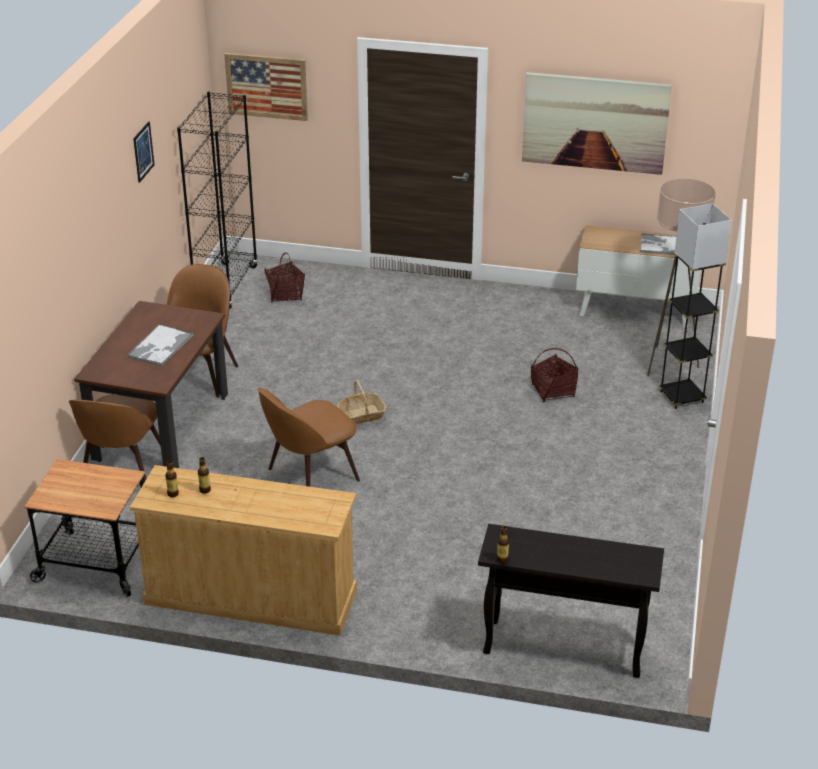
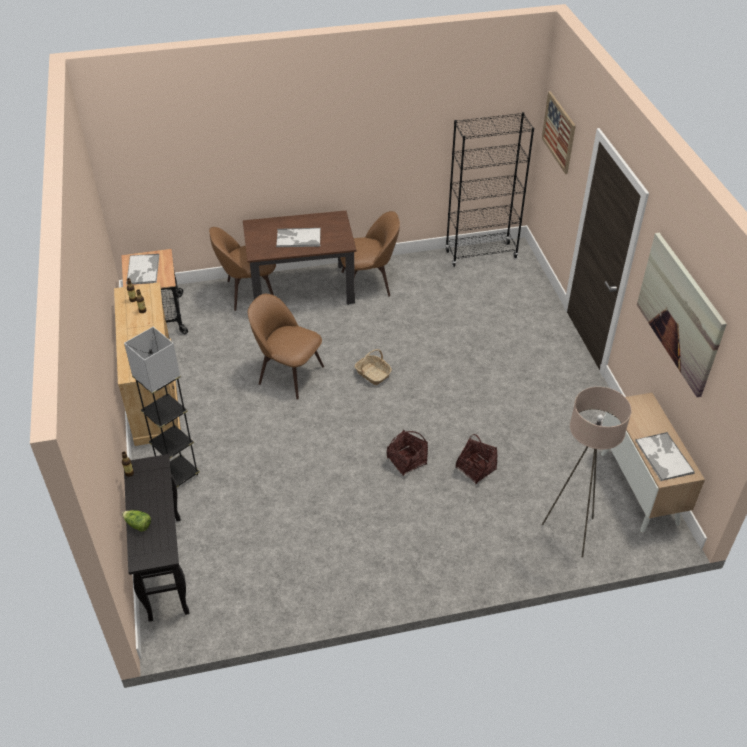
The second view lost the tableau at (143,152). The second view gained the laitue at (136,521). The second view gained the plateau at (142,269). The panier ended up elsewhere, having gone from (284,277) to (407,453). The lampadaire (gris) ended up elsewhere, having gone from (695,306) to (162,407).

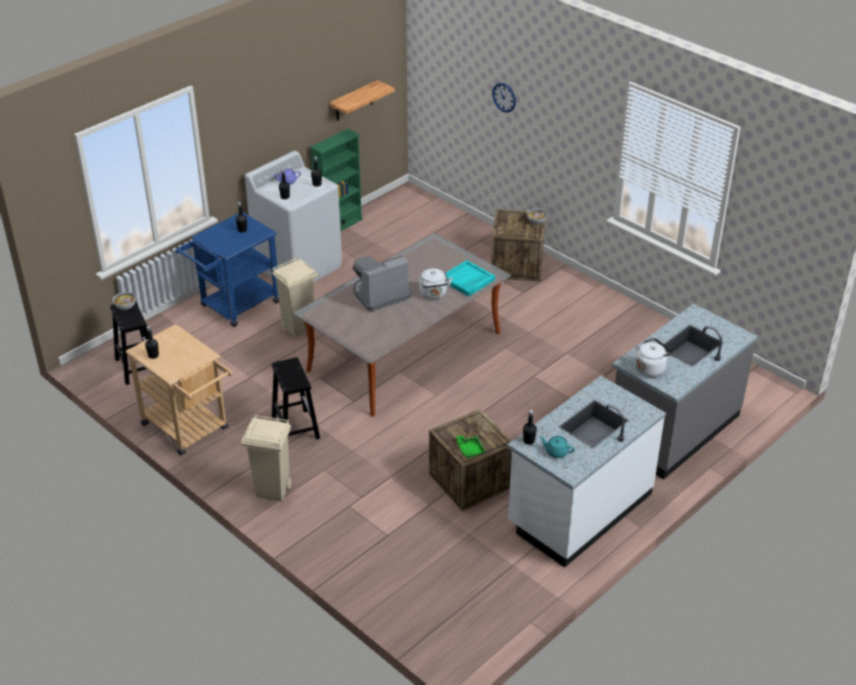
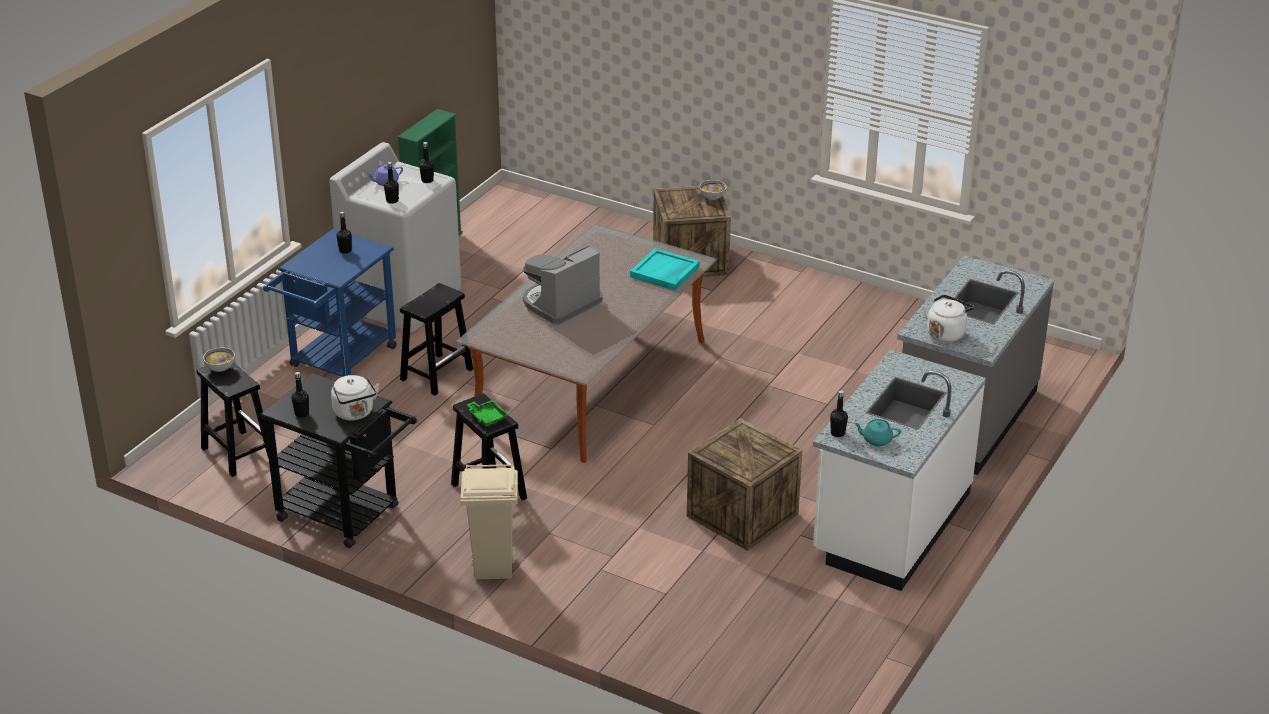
The second view lost the étagère at (362,100). The second view lost the horloge murale at (504,98). The bouilloire (blanc) ended up elsewhere, having gone from (436,283) to (355,398). The plateau (vert) ended up elsewhere, having gone from (471,446) to (488,413). Where the poubelle (beige) stood at (295,297), the tabouret (noir) came to stand at (436,339). What was the chariot (beige) at (179,389) turned into the chariot (noir) at (338,460).

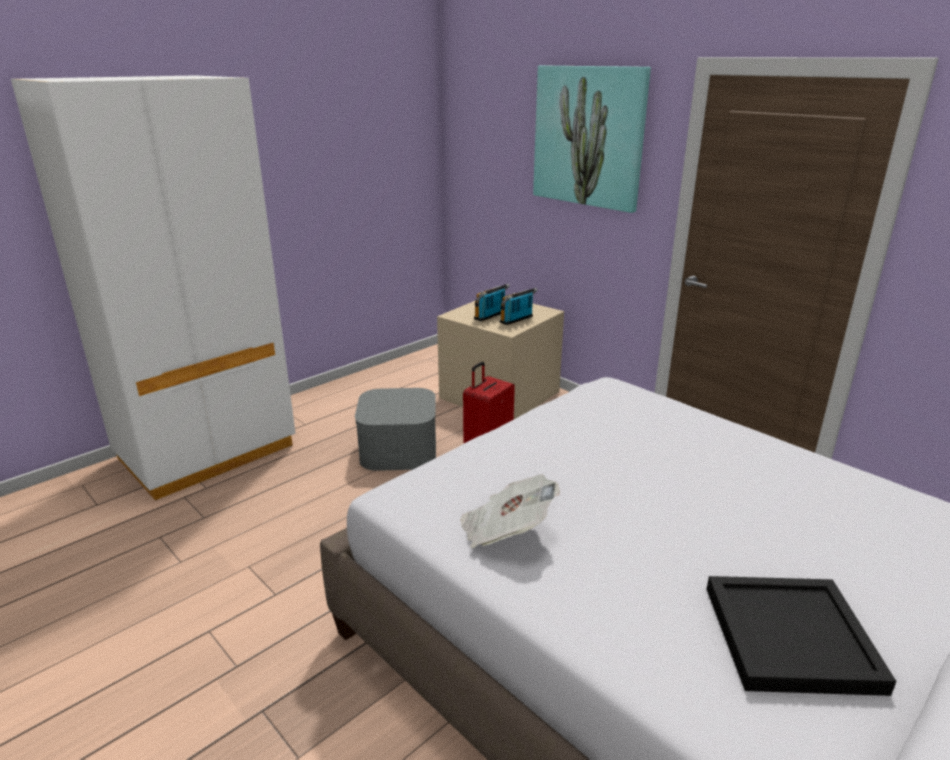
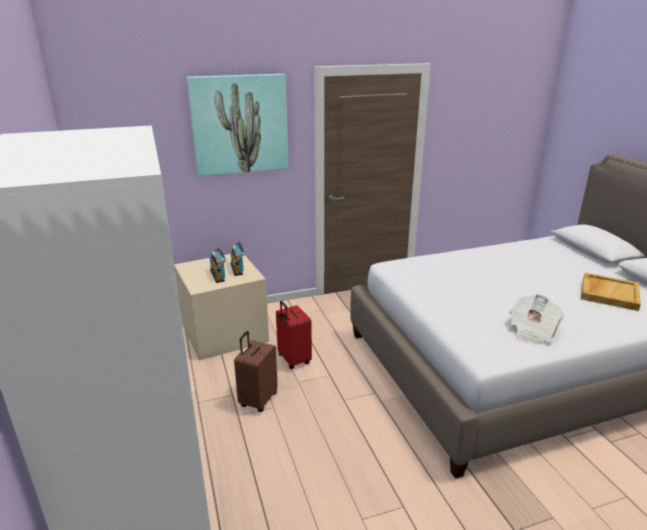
Where the boîte de rangement (gris) stood at (395,429), the valise (marron) came to stand at (256,371). What was the plateau (noir) at (801,636) turned into the plateau (beige) at (611,292).

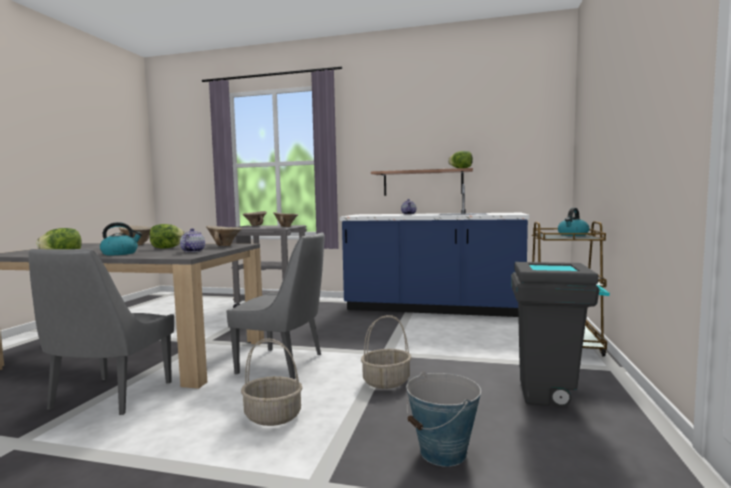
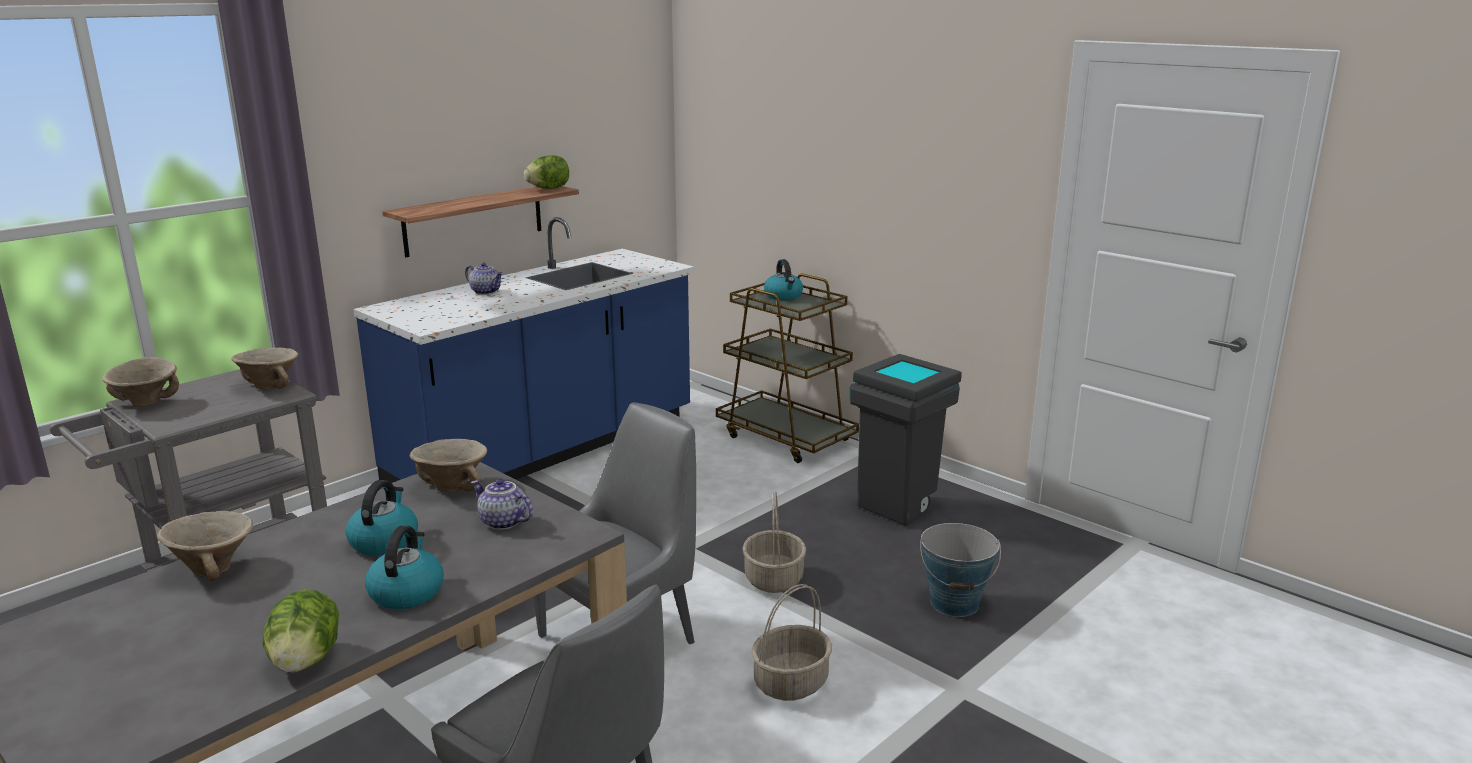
Where the laitue stood at (167,236), the bouilloire came to stand at (381,518).

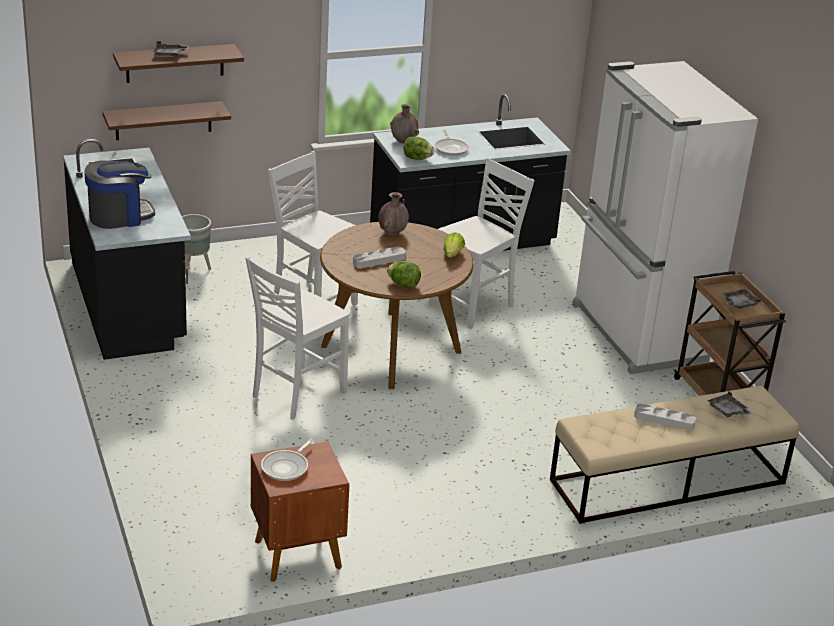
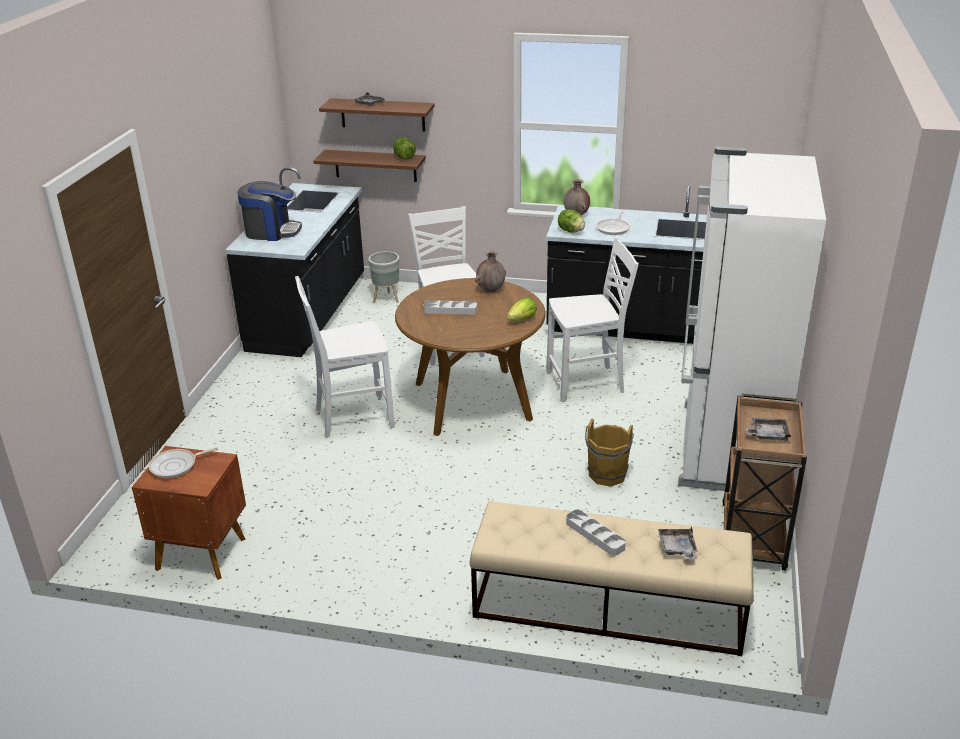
The second view gained the seau (marron) at (609,452). The laitue ended up elsewhere, having gone from (404,274) to (404,148).

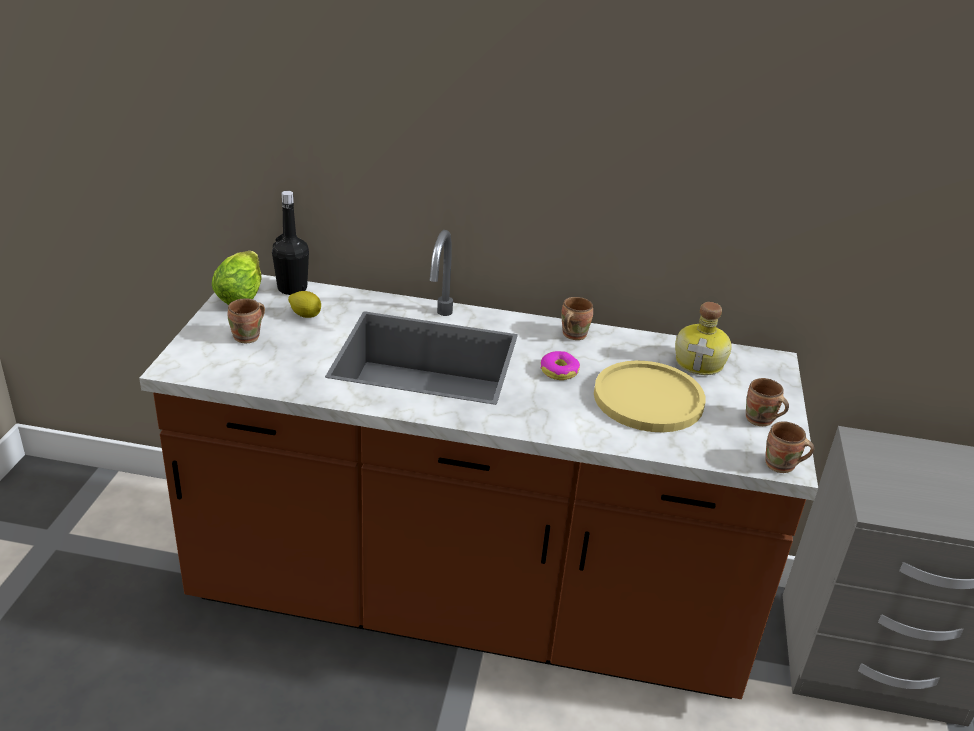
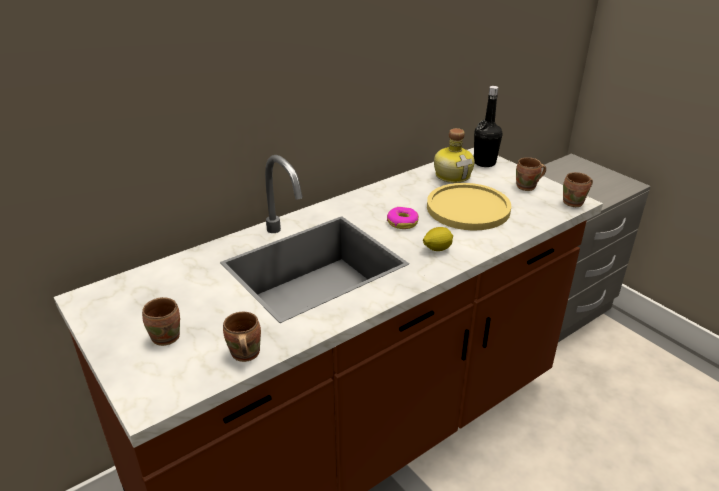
The second view lost the laitue at (237,278). The bouteille (noir) ended up elsewhere, having gone from (290,243) to (488,126). The citron ended up elsewhere, having gone from (304,304) to (438,239). The mug (marron) ended up elsewhere, having gone from (577,318) to (242,337).

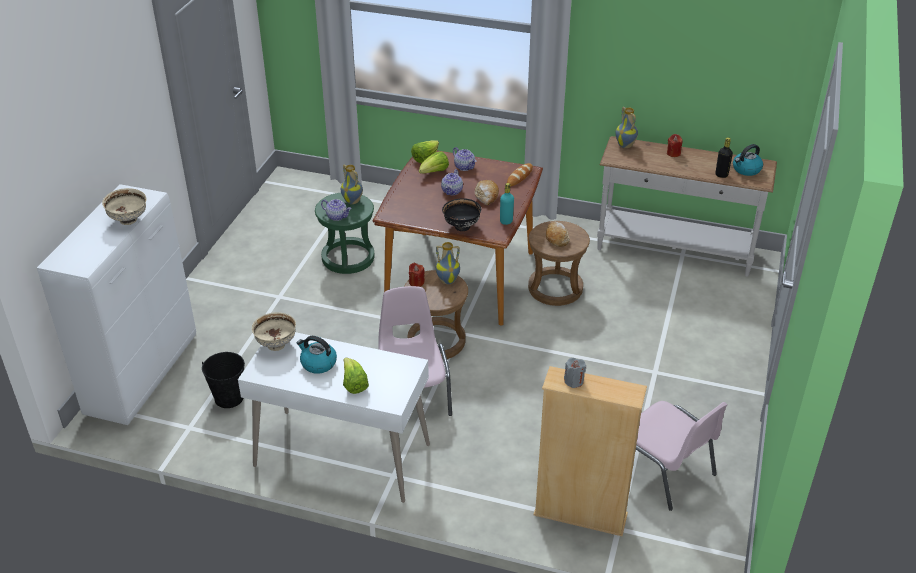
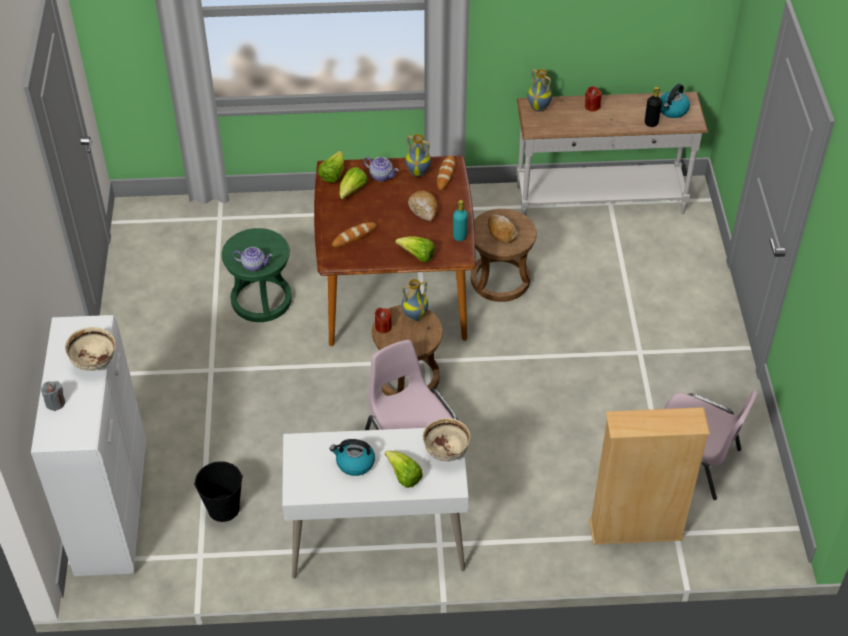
The second view lost the théière at (452,182). The second view gained the pain at (354,234). The bol (beige) ended up elsewhere, having gone from (274,331) to (446,439). The vase ended up elsewhere, having gone from (352,184) to (418,155). The bougie (gris) ended up elsewhere, having gone from (575,373) to (53,396). Where the bol (noir) stood at (461,214), the laitue came to stand at (415,249).

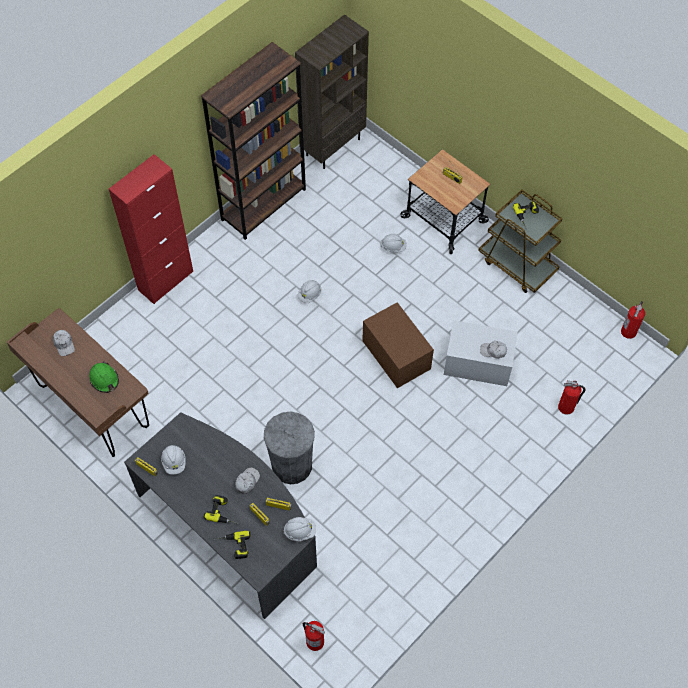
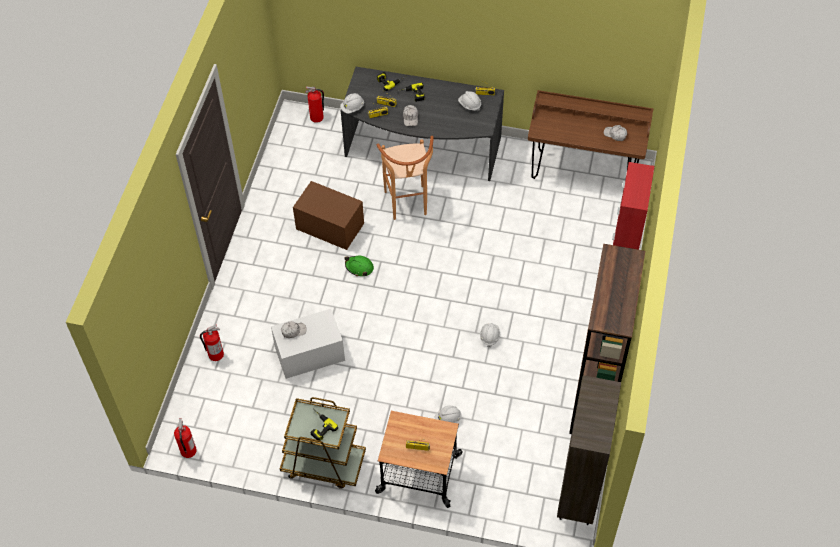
The casque de chantier (vert) ended up elsewhere, having gone from (104,377) to (359,266). The boîte de rangement (marron) ended up elsewhere, having gone from (398,345) to (328,215). Where the poubelle (gris) stood at (289,447), the tabouret (marron) came to stand at (405,178).

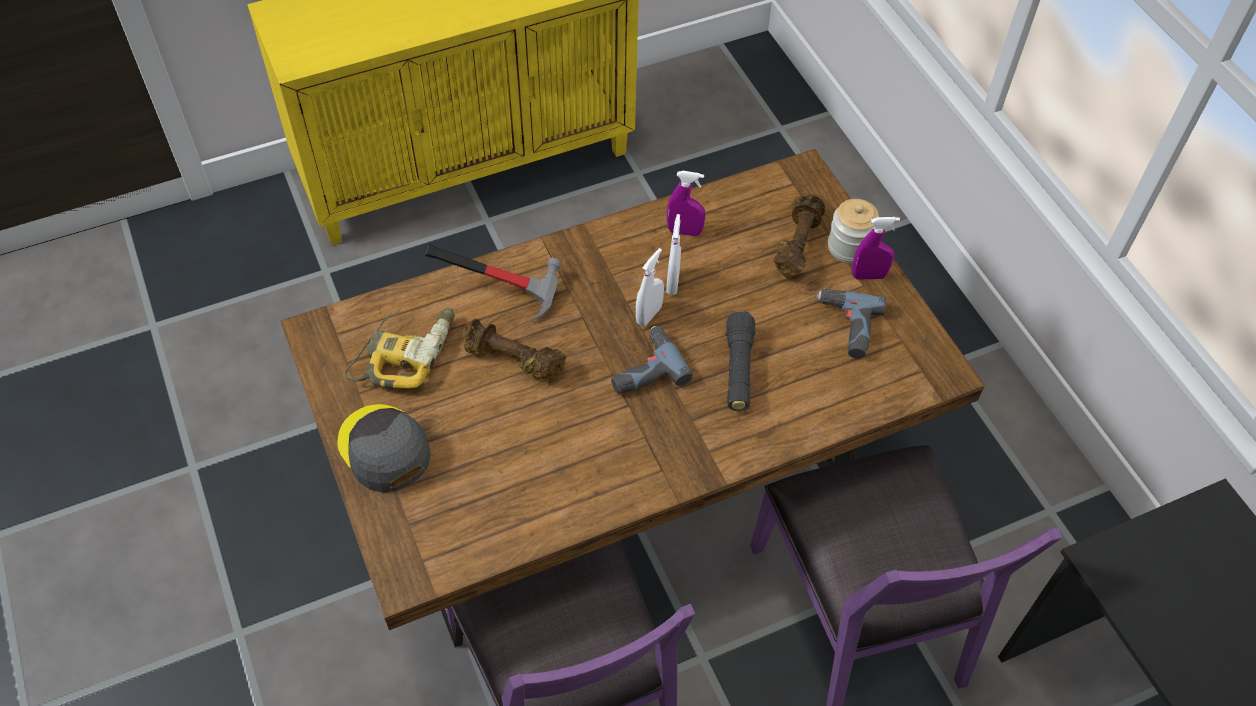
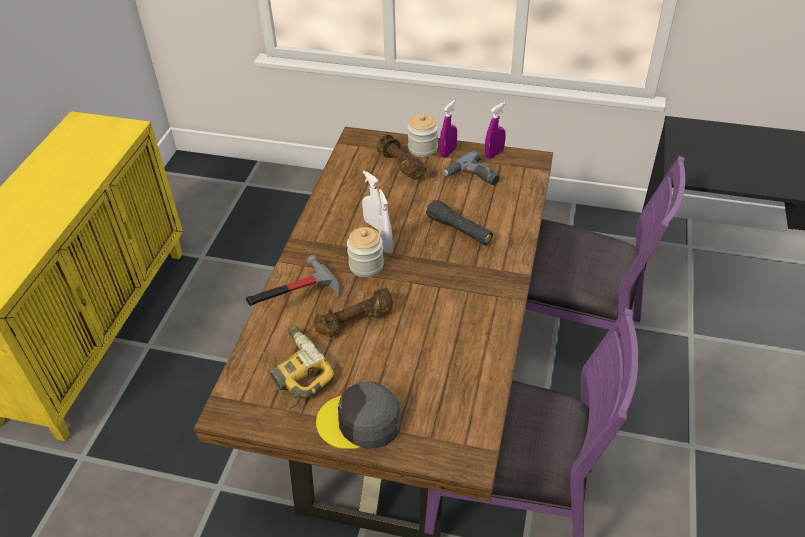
The second view lost the perceuse at (652,360). The second view gained the bocal at (365,252). The vaporisateur (violet) ended up elsewhere, having gone from (686,203) to (495,130).

